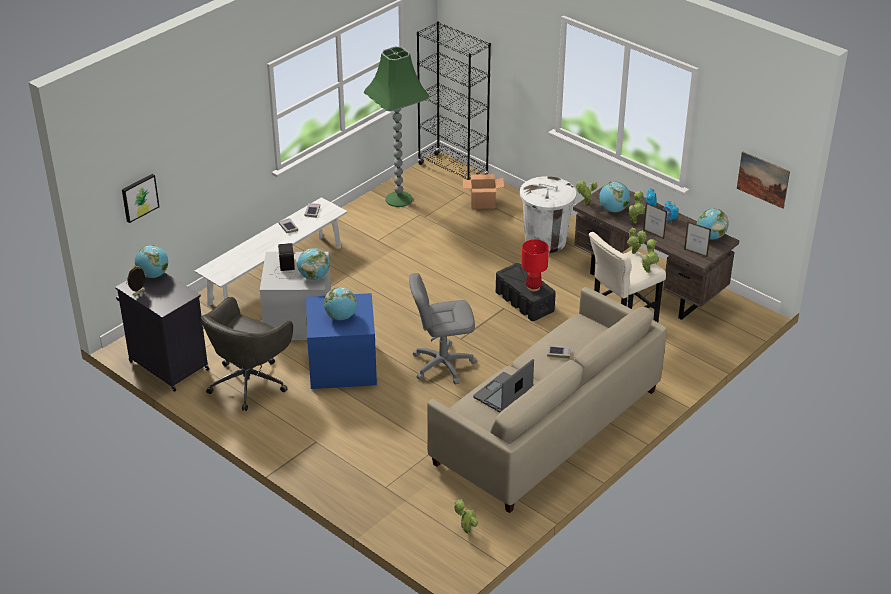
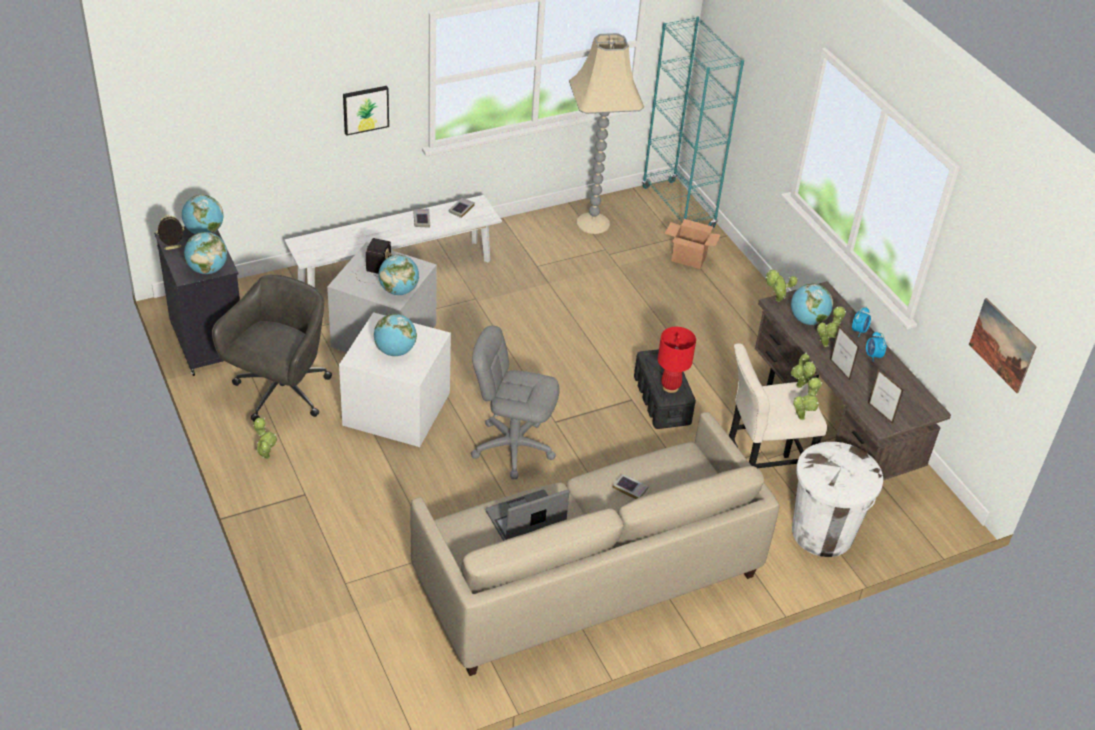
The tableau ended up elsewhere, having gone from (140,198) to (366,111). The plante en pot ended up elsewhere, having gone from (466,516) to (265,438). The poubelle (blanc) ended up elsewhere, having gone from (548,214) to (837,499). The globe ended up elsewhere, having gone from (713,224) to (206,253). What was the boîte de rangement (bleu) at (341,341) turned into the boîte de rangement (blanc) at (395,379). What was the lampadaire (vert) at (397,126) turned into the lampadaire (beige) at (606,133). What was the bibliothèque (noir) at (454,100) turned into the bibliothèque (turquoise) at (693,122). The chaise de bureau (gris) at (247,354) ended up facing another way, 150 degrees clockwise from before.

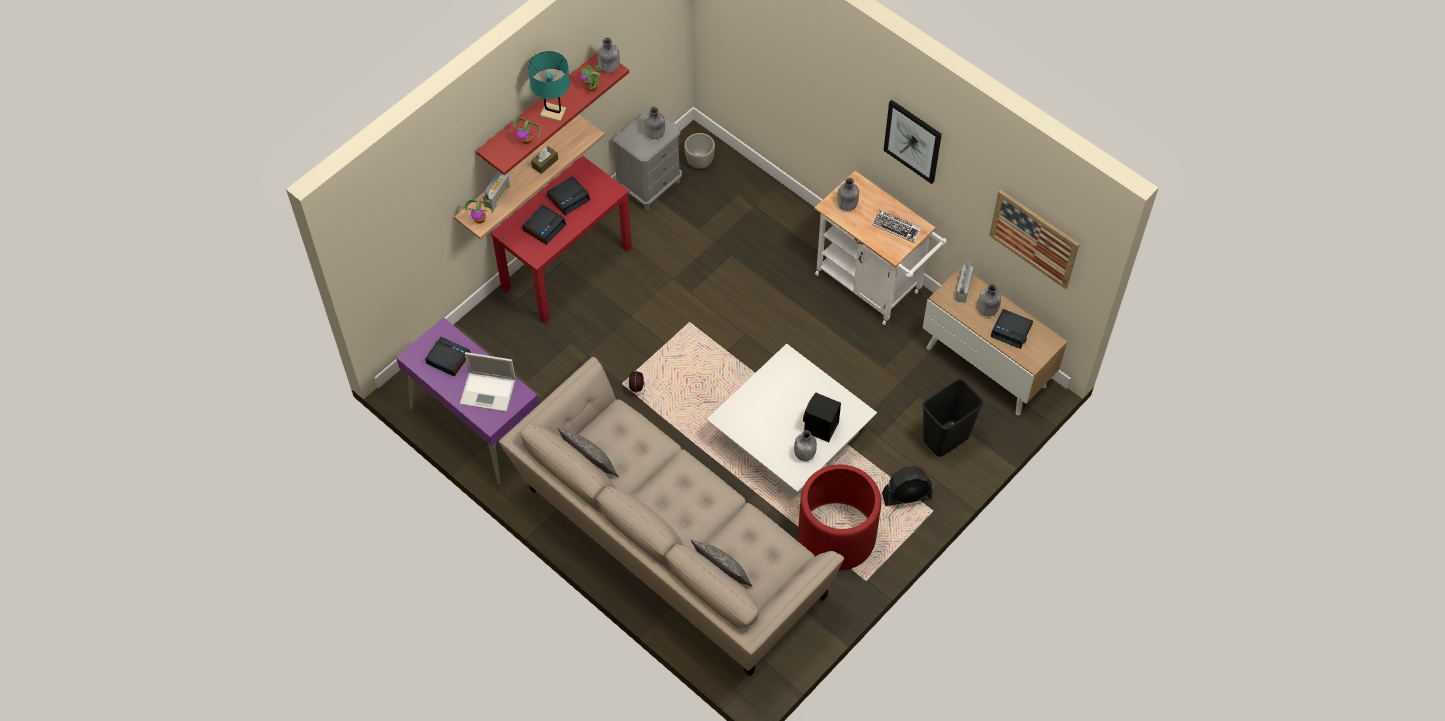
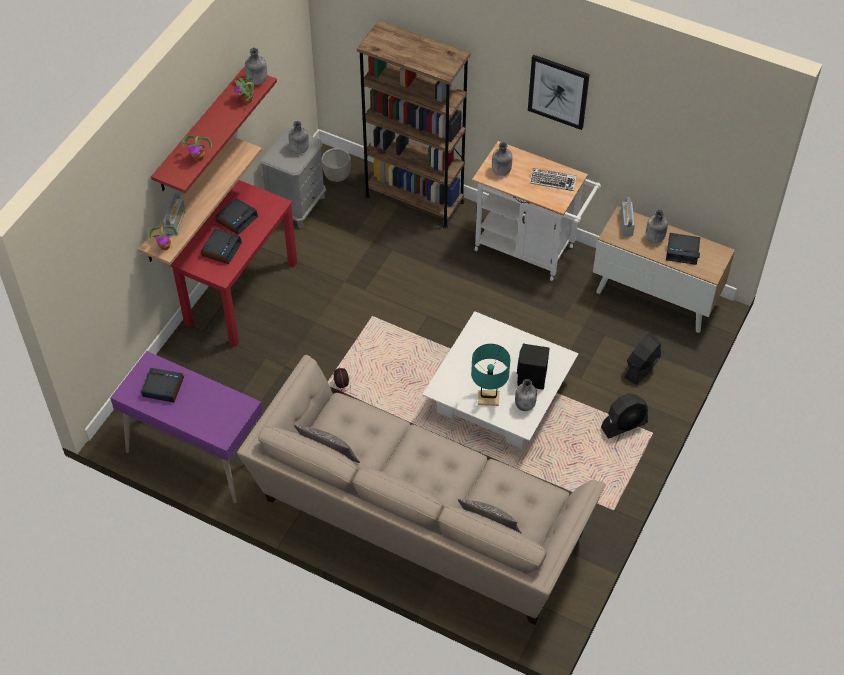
The second view lost the ordinateur portable at (488,382). The second view lost the boîte à mouchoirs (marron) at (544,160). The second view lost the cache-pot (rouge) at (839,518). The second view lost the tableau at (1034,239). The second view gained the bibliothèque (marron) at (414,125). The lampe de table (turquoise) ended up elsewhere, having gone from (549,86) to (490,375). Where the poubelle (noir) stood at (953,418), the ventilateur (noir) came to stand at (642,359).

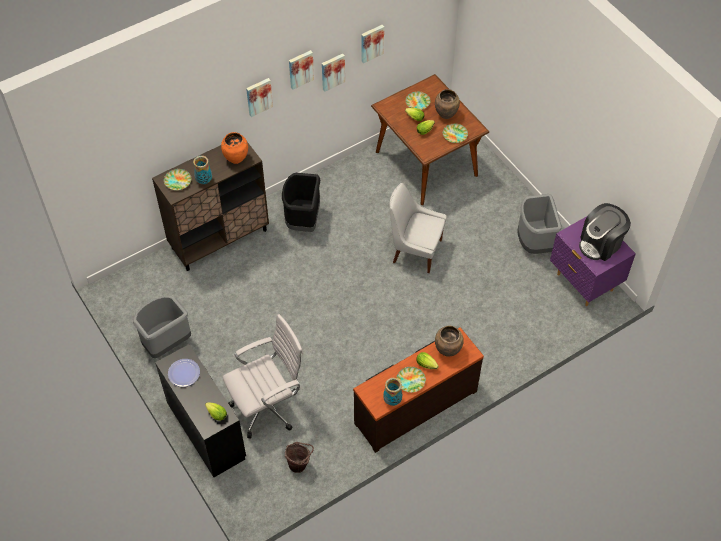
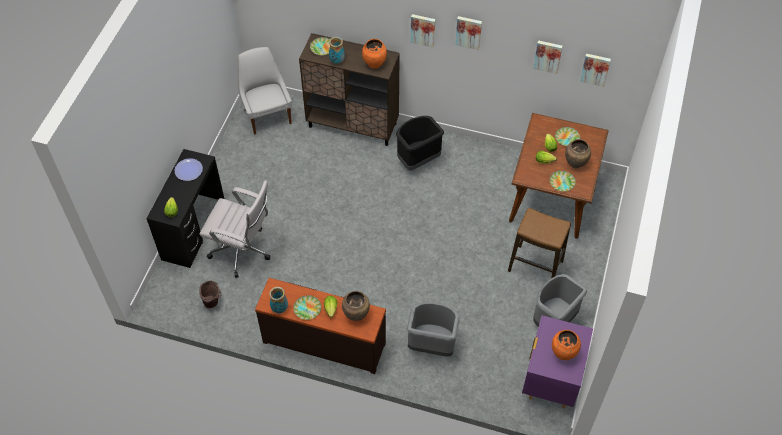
The second view gained the tabouret at (539,243). The poubelle (gris) ended up elsewhere, having gone from (162,326) to (433,329). The tableau ended up elsewhere, having gone from (333,73) to (595,70). The chaise (blanc) ended up elsewhere, having gone from (418,228) to (265,91). Where the machine à café stood at (605,232), the vase (orange) came to stand at (566,345).

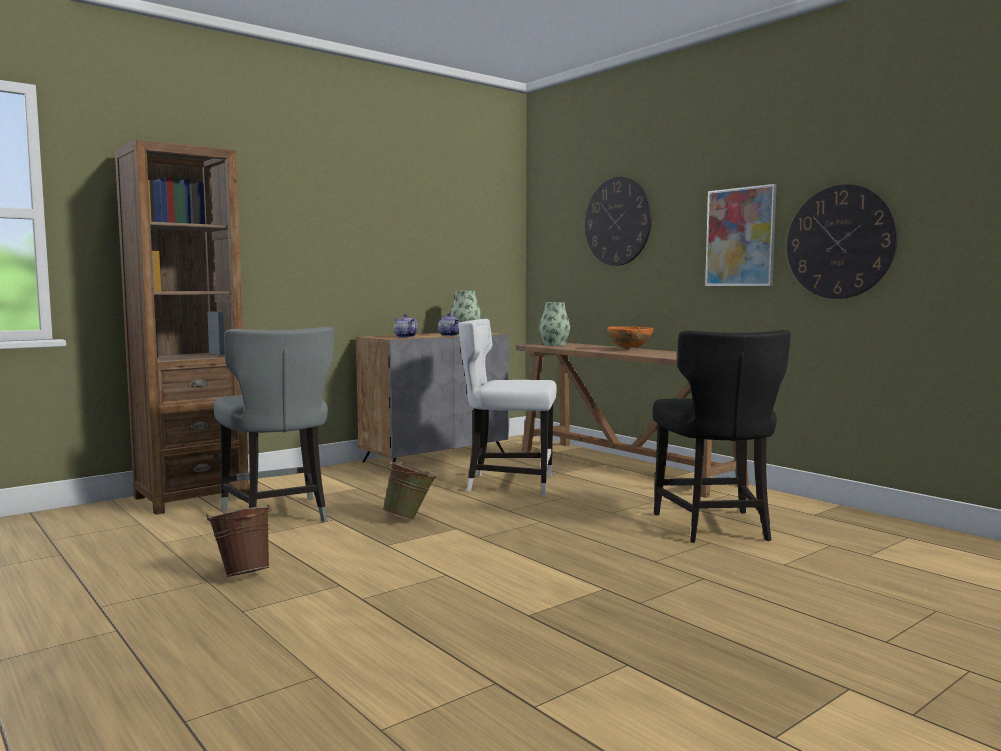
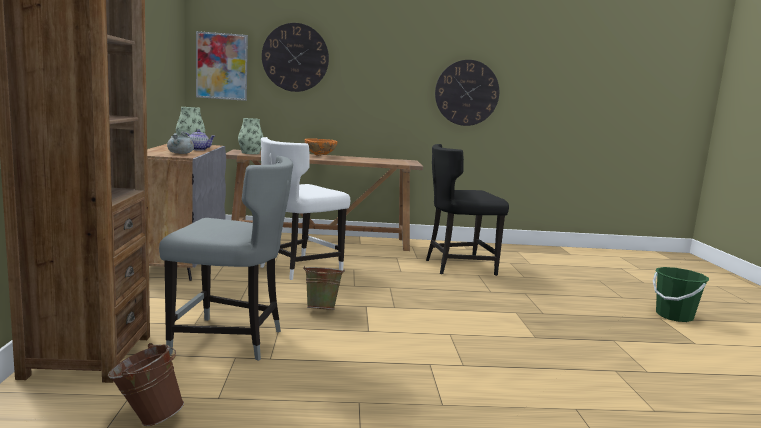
The second view gained the seau (vert) at (681,294). The seau (marron) ended up elsewhere, having gone from (239,541) to (146,384). The tableau ended up elsewhere, having gone from (741,235) to (222,66). Where the théière stood at (406,326), the marmite (gris) came to stand at (180,142). The chaise (noir) at (721,436) ended up facing another way, 135 degrees clockwise from before.

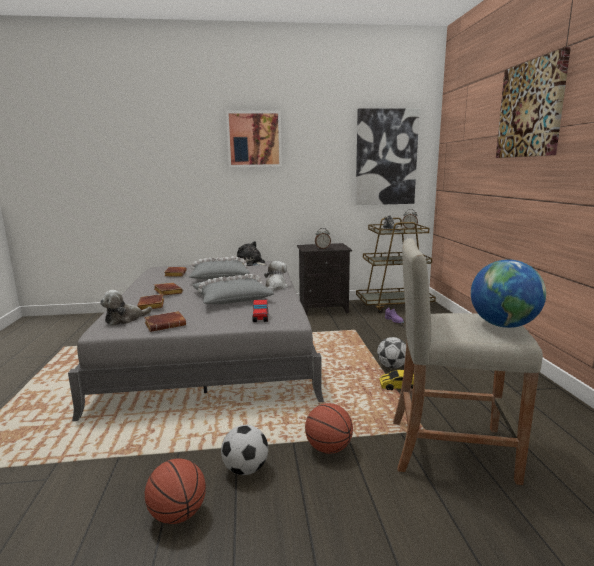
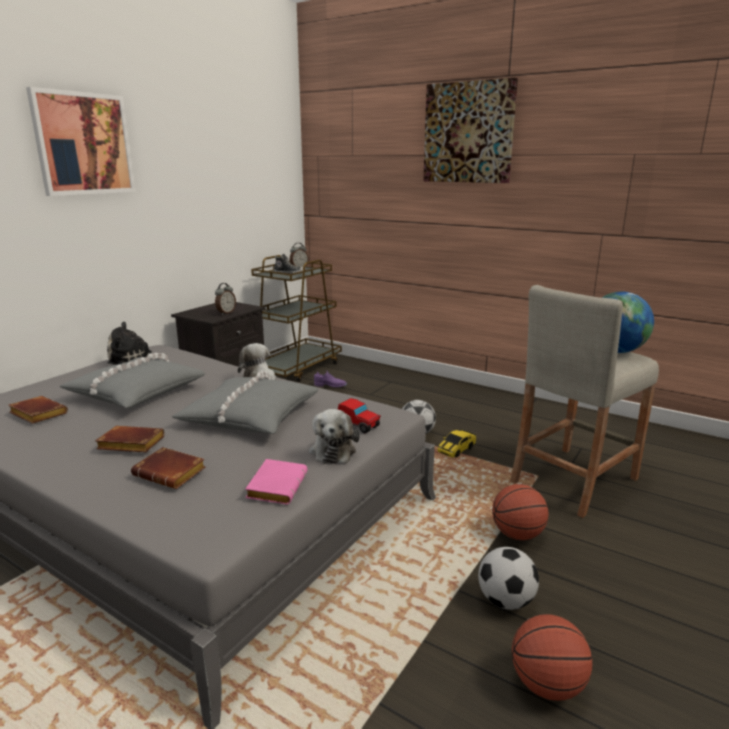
The second view lost the tableau at (388,156). The peluche ended up elsewhere, having gone from (126,308) to (334,436). What was the livre (marron) at (165,321) turned into the livre (rose) at (276,482).

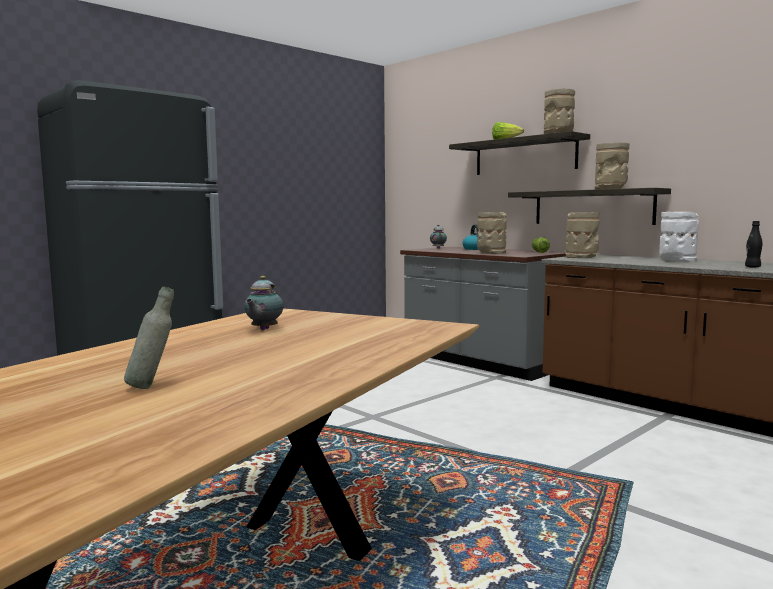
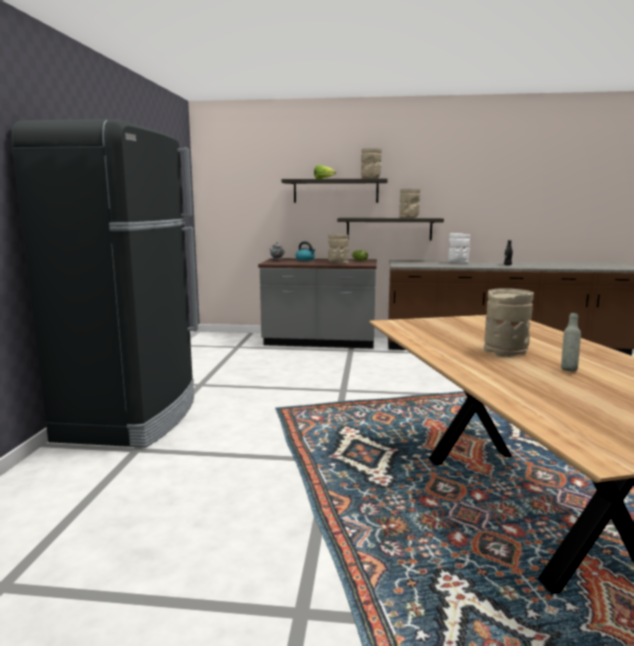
The second view lost the théière at (264,303). The vase (beige) ended up elsewhere, having gone from (582,235) to (509,322).

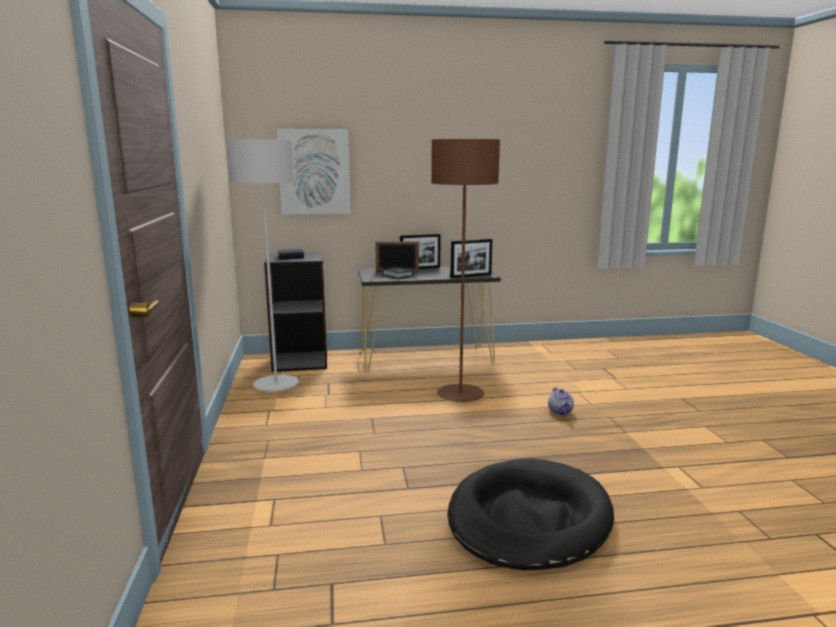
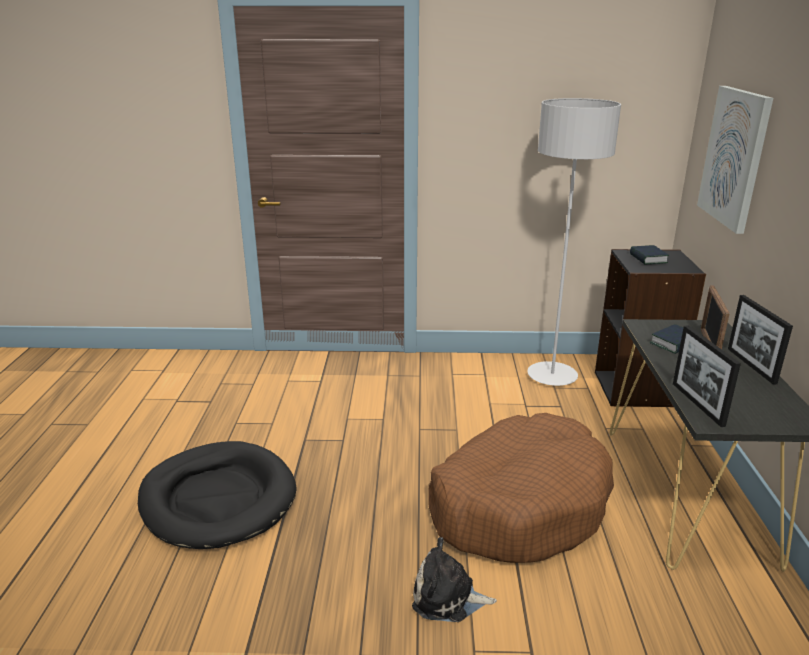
Where the lampadaire (marron) stood at (465,270), the panier pour chien (marron) came to stand at (521,488). Where the théière stood at (561,401), the peluche came to stand at (454,579).

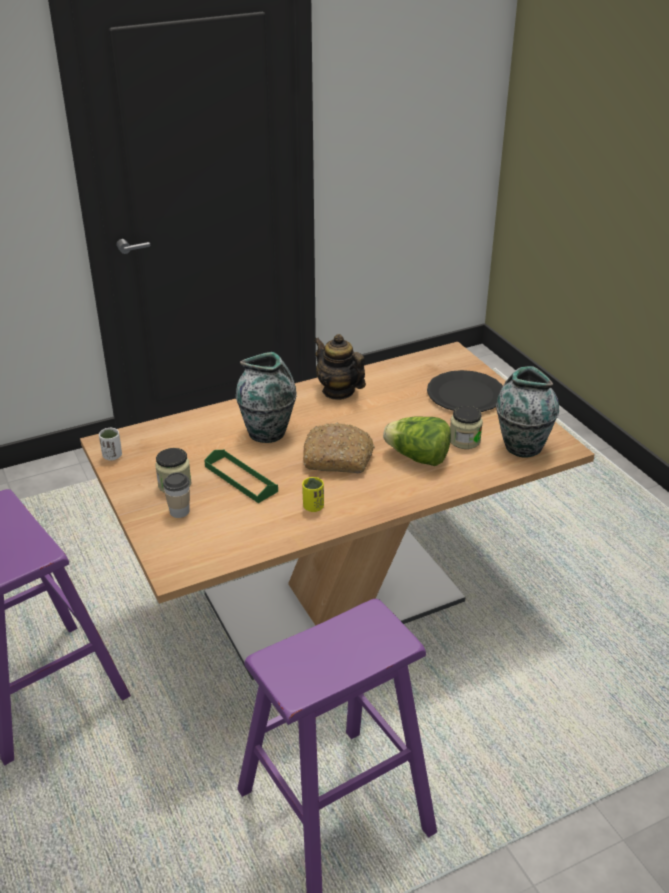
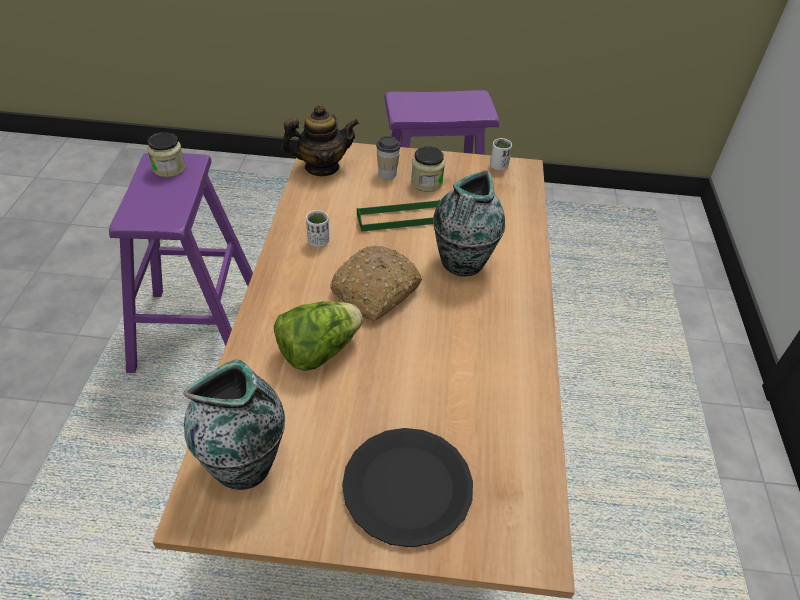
The théière ended up elsewhere, having gone from (340,367) to (320,140). The bocal ended up elsewhere, having gone from (466,427) to (166,154). What was the tasse (jaune) at (313,494) turned into the tasse (blanc) at (317,228).

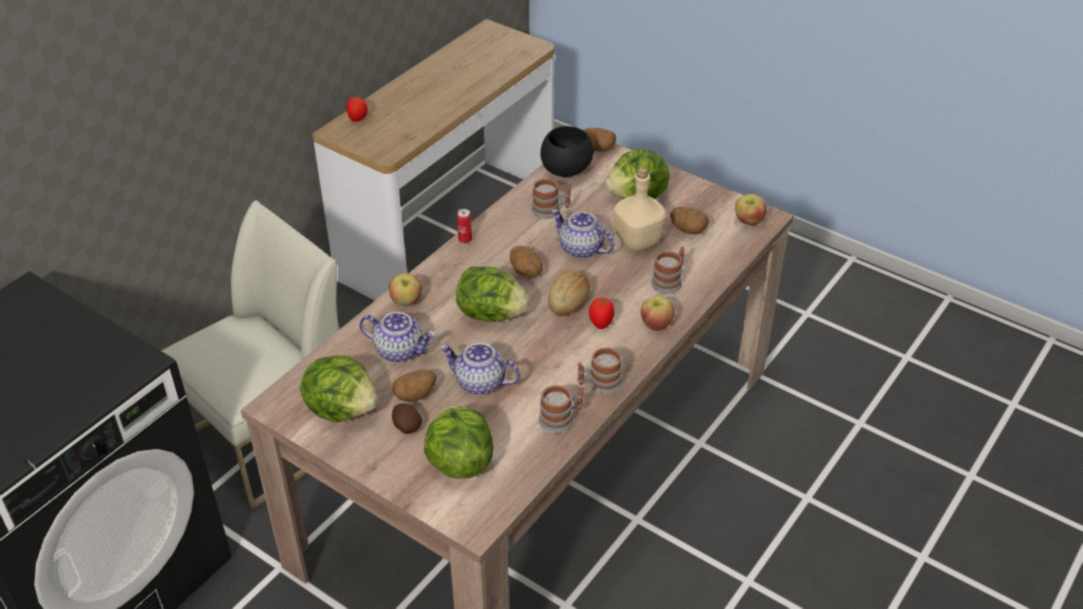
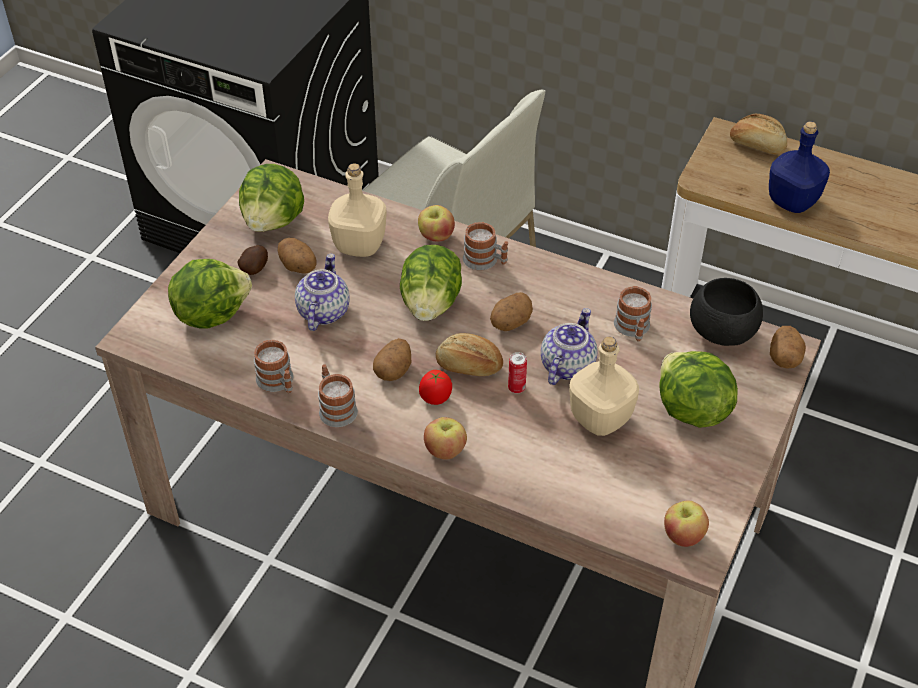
The second view gained the bouteille (bleu) at (799,167). The boîte métallique ended up elsewhere, having gone from (464,226) to (517,372). The mug ended up elsewhere, having gone from (667,270) to (485,246). The pomme de terre ended up elsewhere, having gone from (689,220) to (392,359). Where the tomate stood at (357,109), the pain came to stand at (758,134). Where the théière stood at (397,337), the bouteille (beige) came to stand at (357,210).

